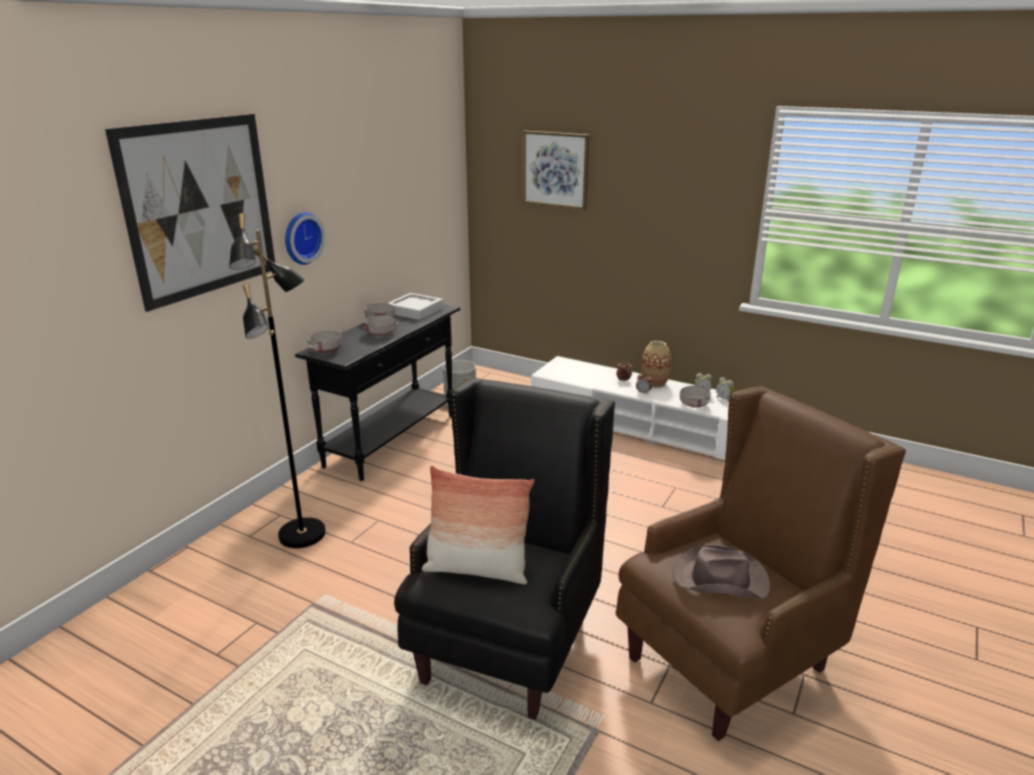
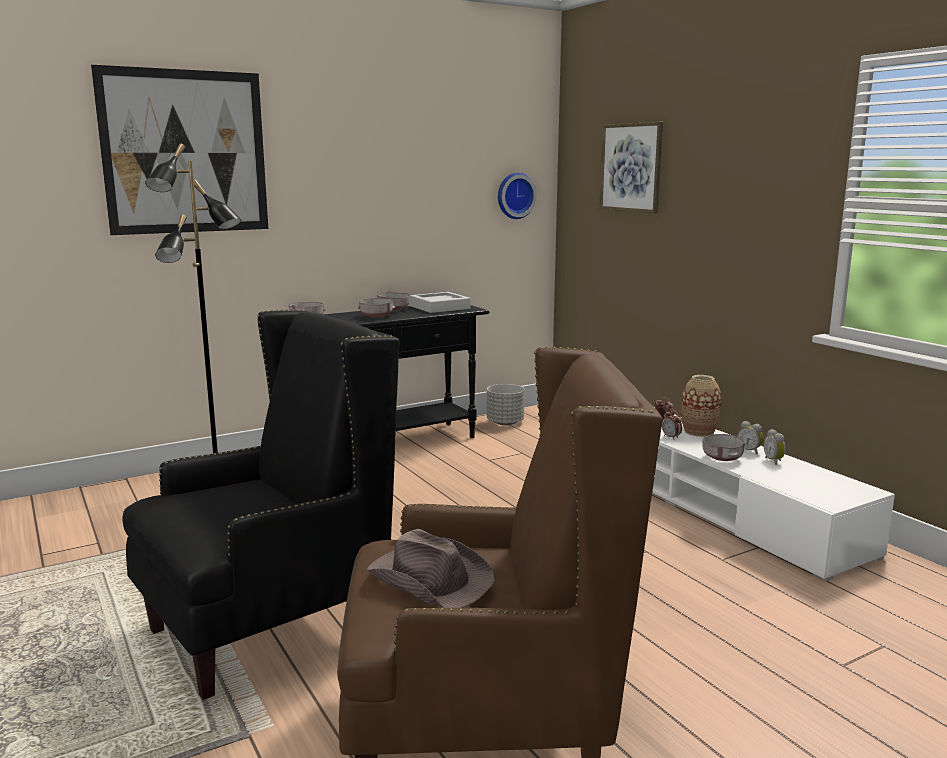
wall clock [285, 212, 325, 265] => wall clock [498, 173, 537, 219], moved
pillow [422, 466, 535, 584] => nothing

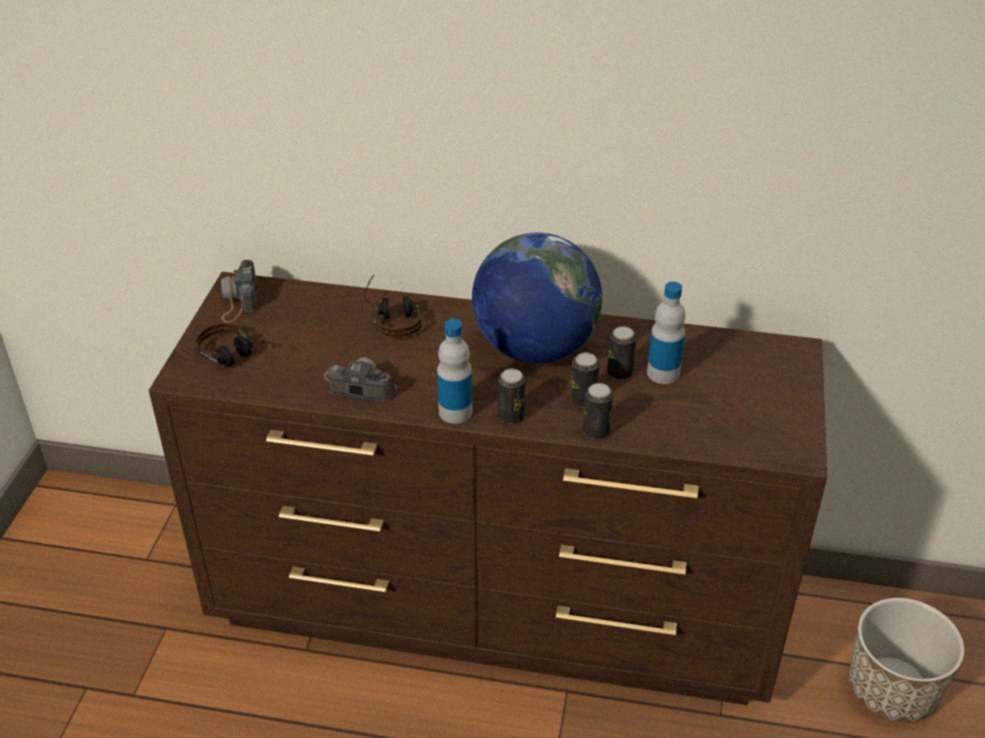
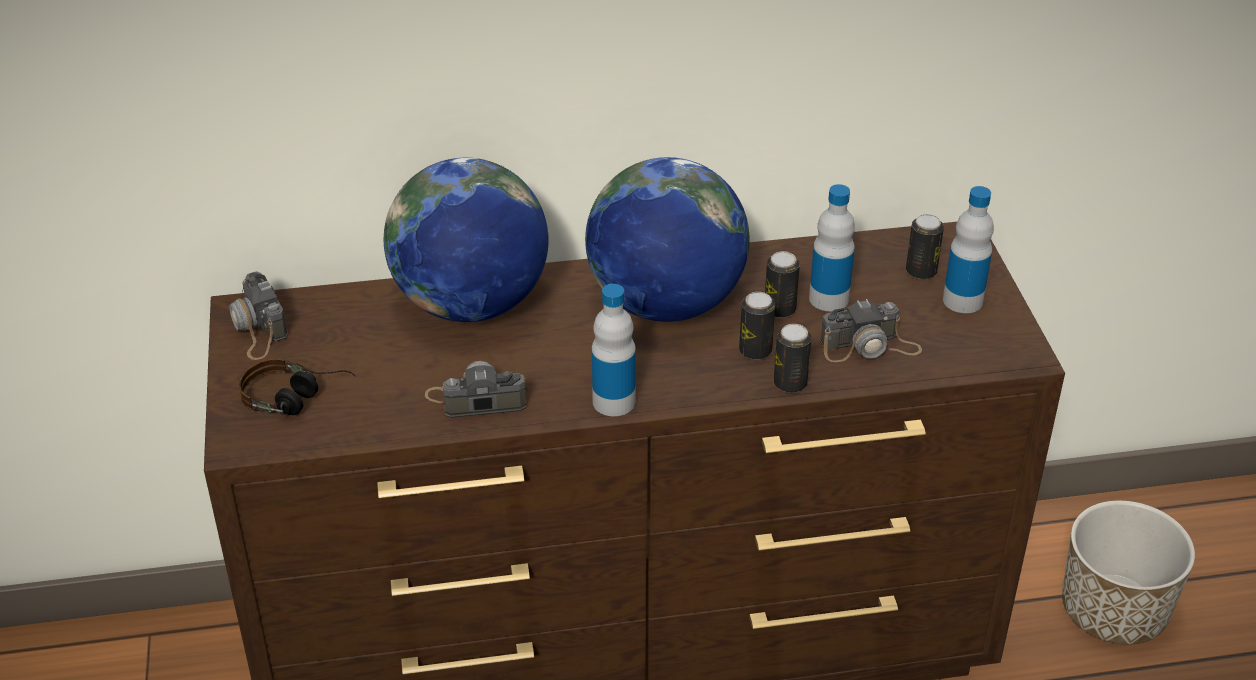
headphones [364, 275, 422, 338] => globe [384, 158, 548, 322]
nothing => photo camera [820, 299, 922, 362]
can [498, 369, 526, 424] => can [906, 214, 944, 279], moved
nothing => bottle [943, 186, 994, 313]

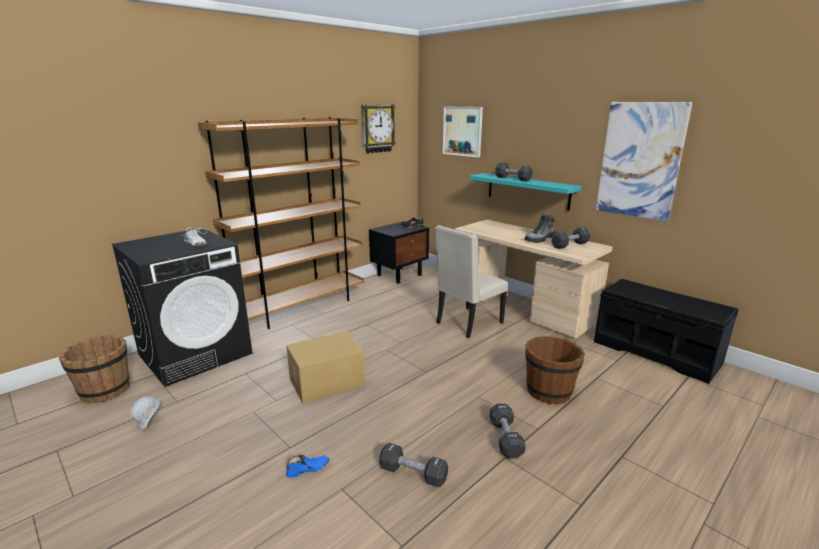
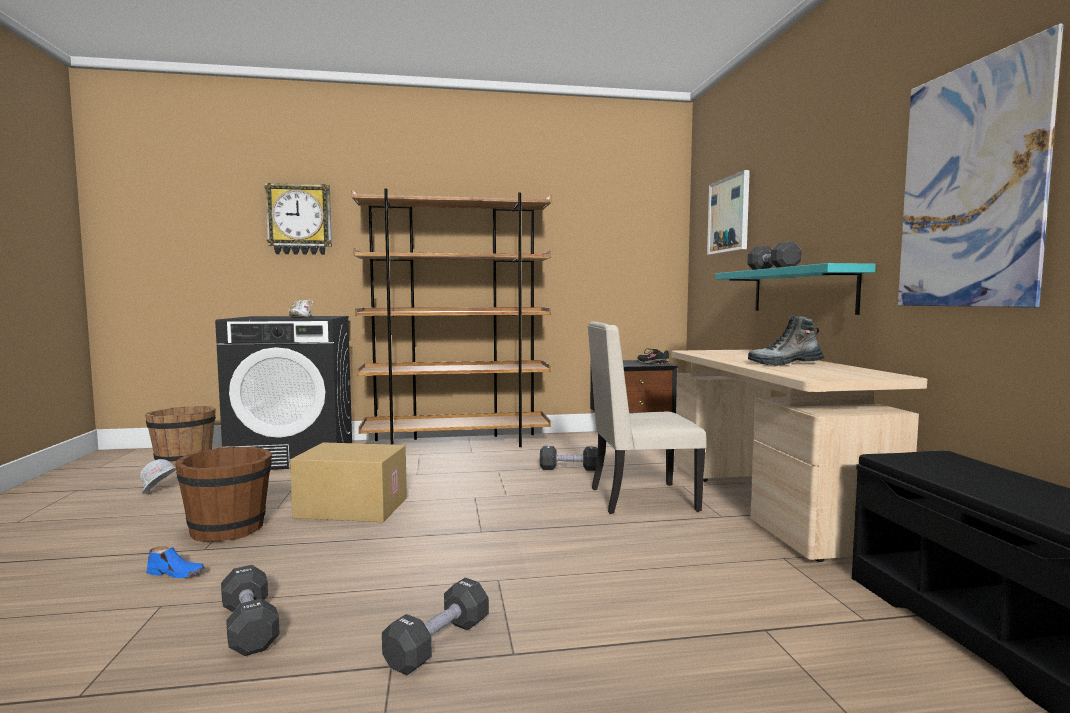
bucket (brown) [525, 336, 585, 404] => bucket (brown) [175, 446, 272, 542], moved
wall clock [361, 104, 396, 154] => wall clock [264, 183, 332, 255], moved
dumbbell (black) [551, 227, 590, 249] => dumbbell (black) [540, 446, 598, 471], moved

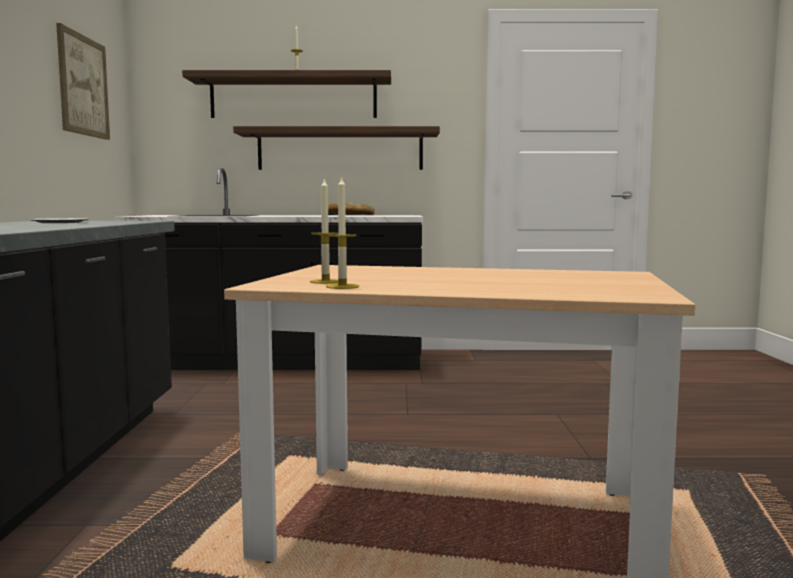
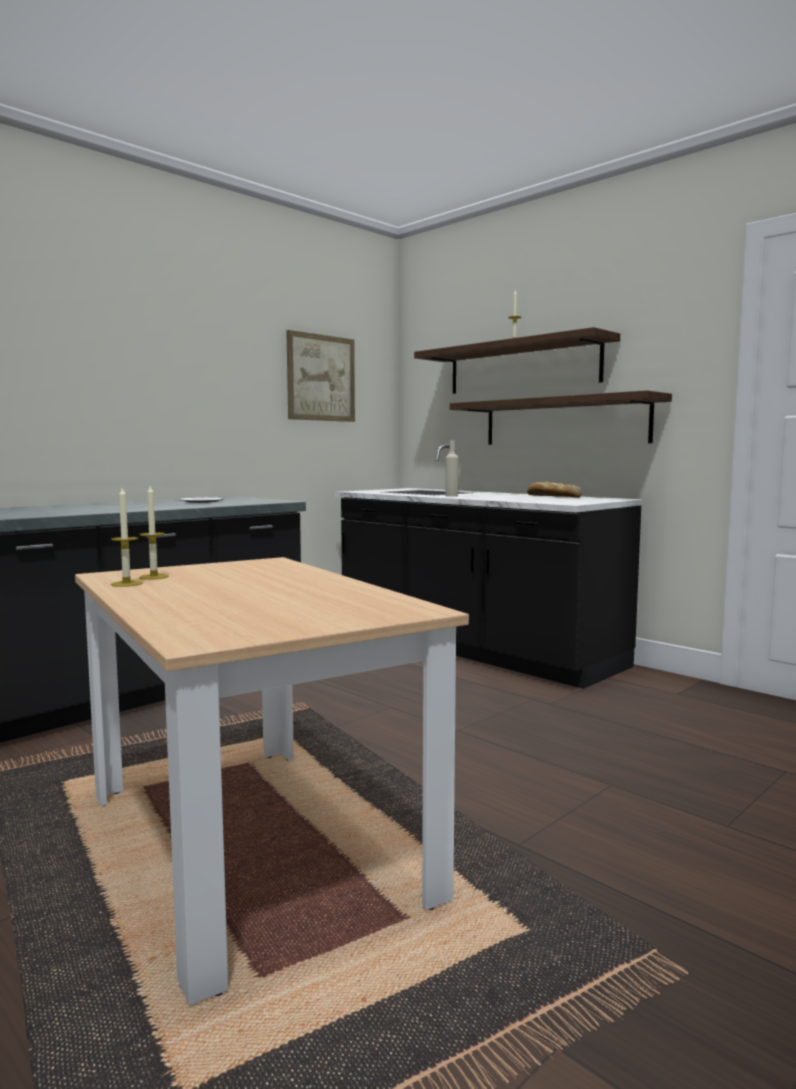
nothing => bottle (beige) [445, 440, 458, 497]

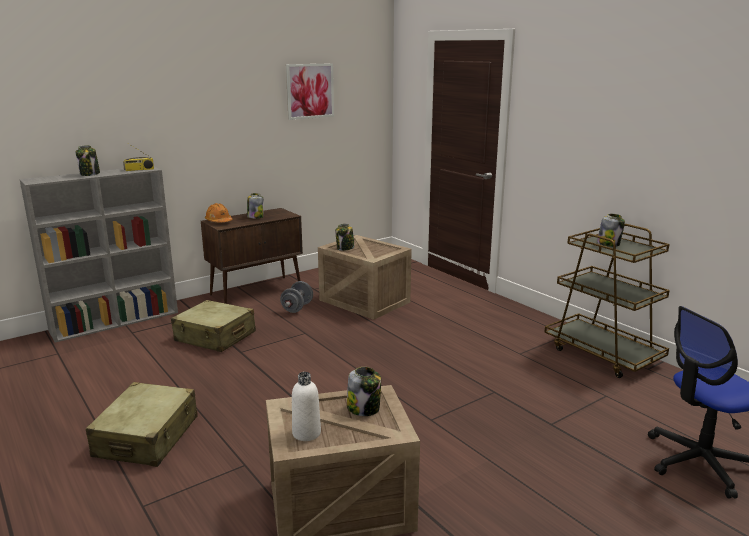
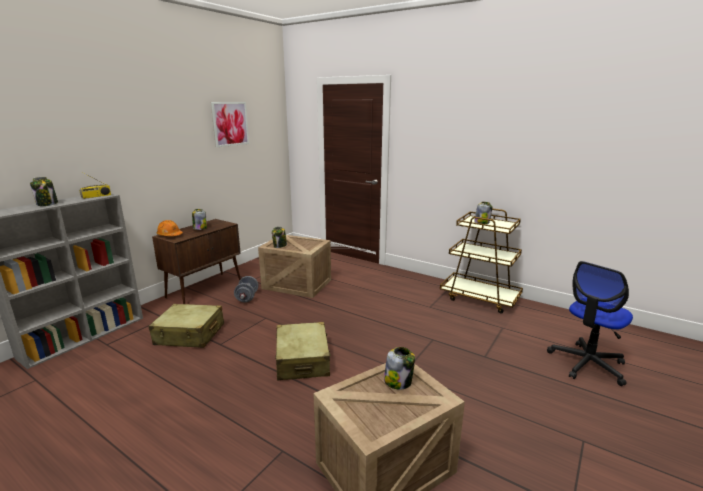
suitcase (beige) [86, 382, 198, 467] => suitcase (beige) [276, 322, 331, 380], moved
bottle (white) [292, 372, 321, 441] => nothing

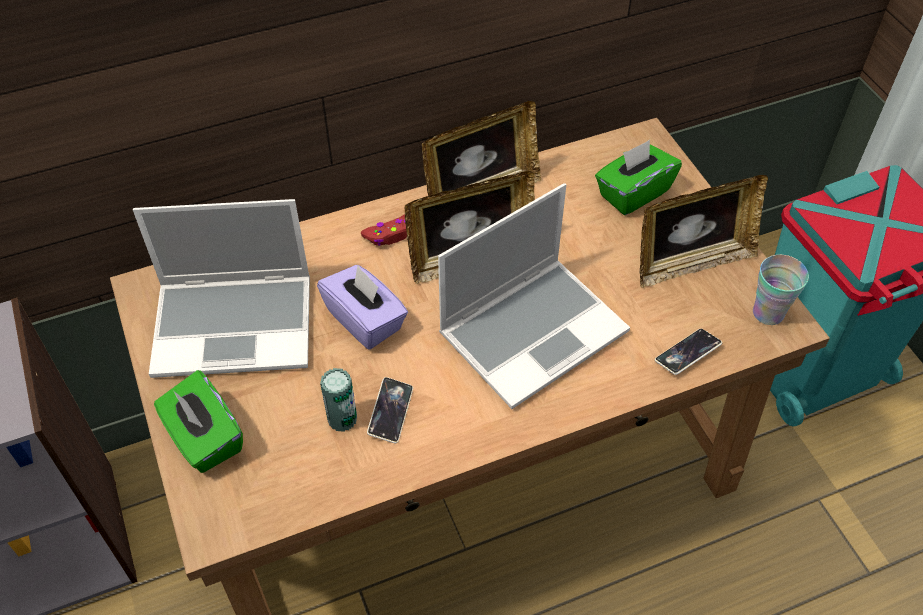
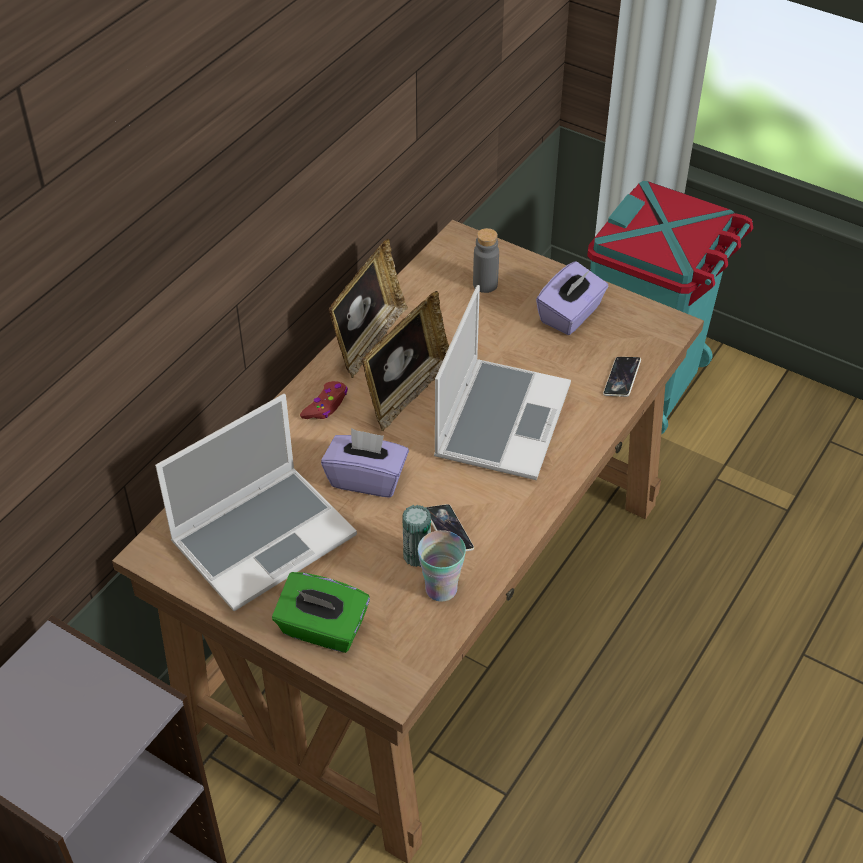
cup [753, 255, 809, 325] => cup [418, 530, 466, 602], moved
tissue box (green) [595, 140, 682, 215] => bottle (grey) [473, 228, 499, 293]
picture frame [639, 175, 768, 288] => tissue box (purple) [536, 261, 608, 335]

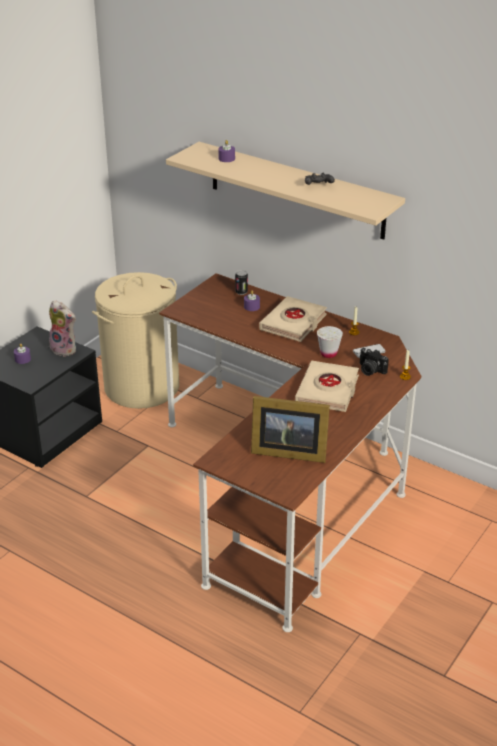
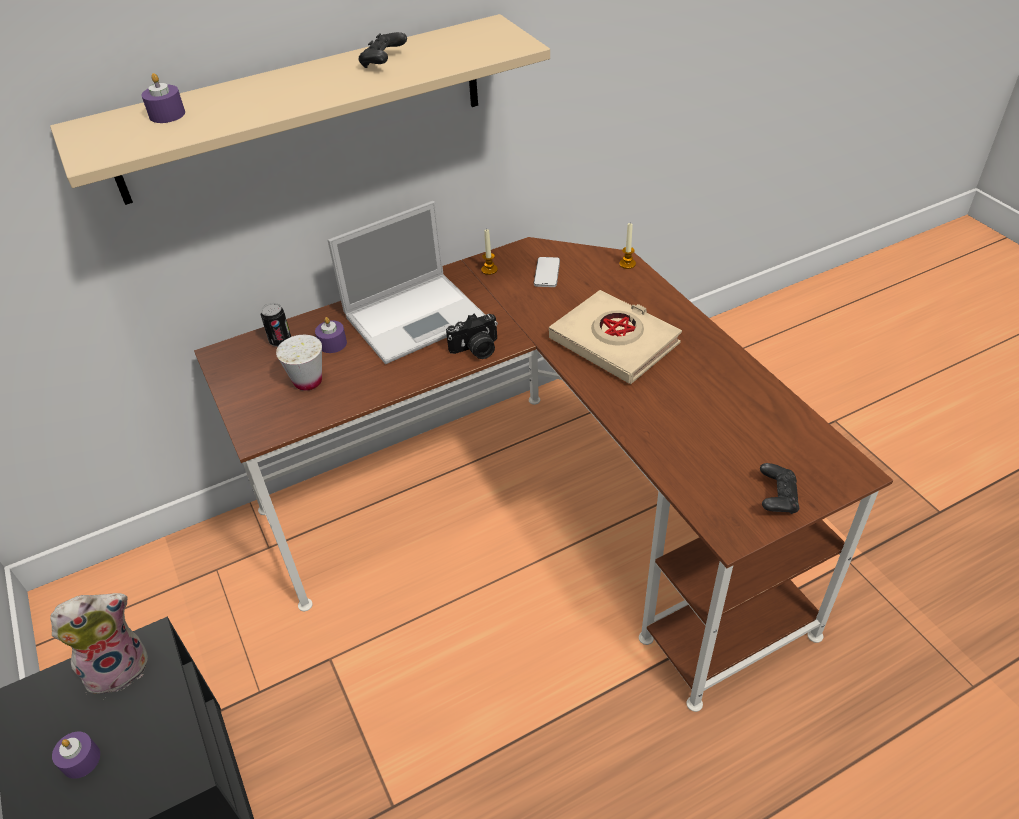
cup (white) [317, 326, 343, 358] => cup (white) [276, 335, 322, 391], moved
book (beige) [259, 296, 327, 342] => laptop [328, 201, 485, 364]
photo camera [359, 348, 389, 376] => photo camera [446, 313, 498, 359], moved
nothing => game controller (black) [760, 463, 799, 514]
laundry basket (beige) [92, 272, 179, 409] => nothing
picture frame [251, 396, 330, 463] => nothing

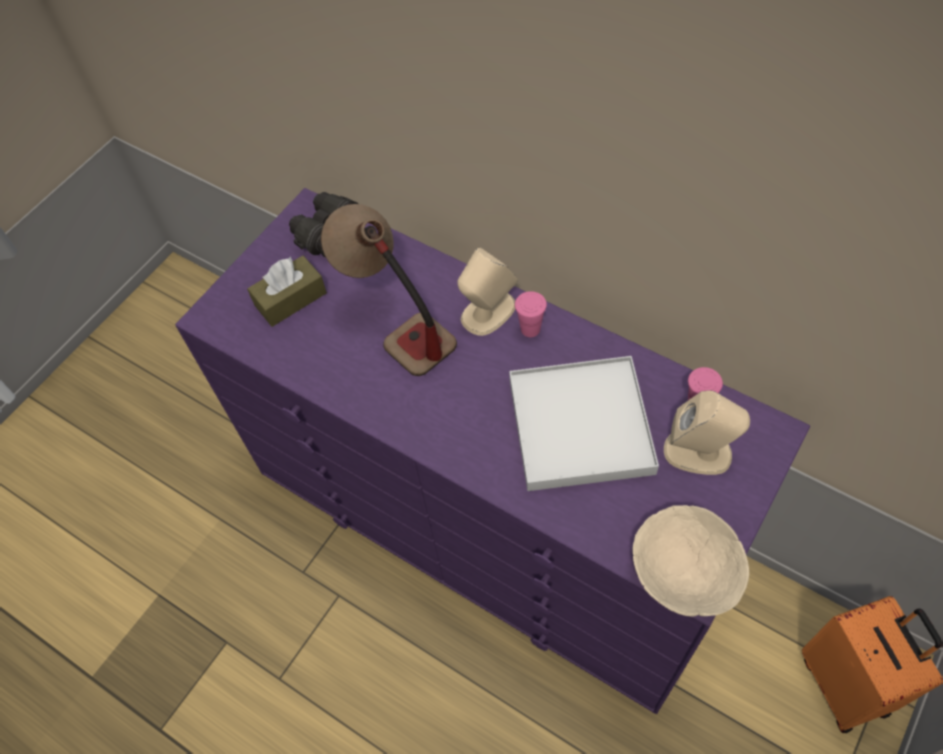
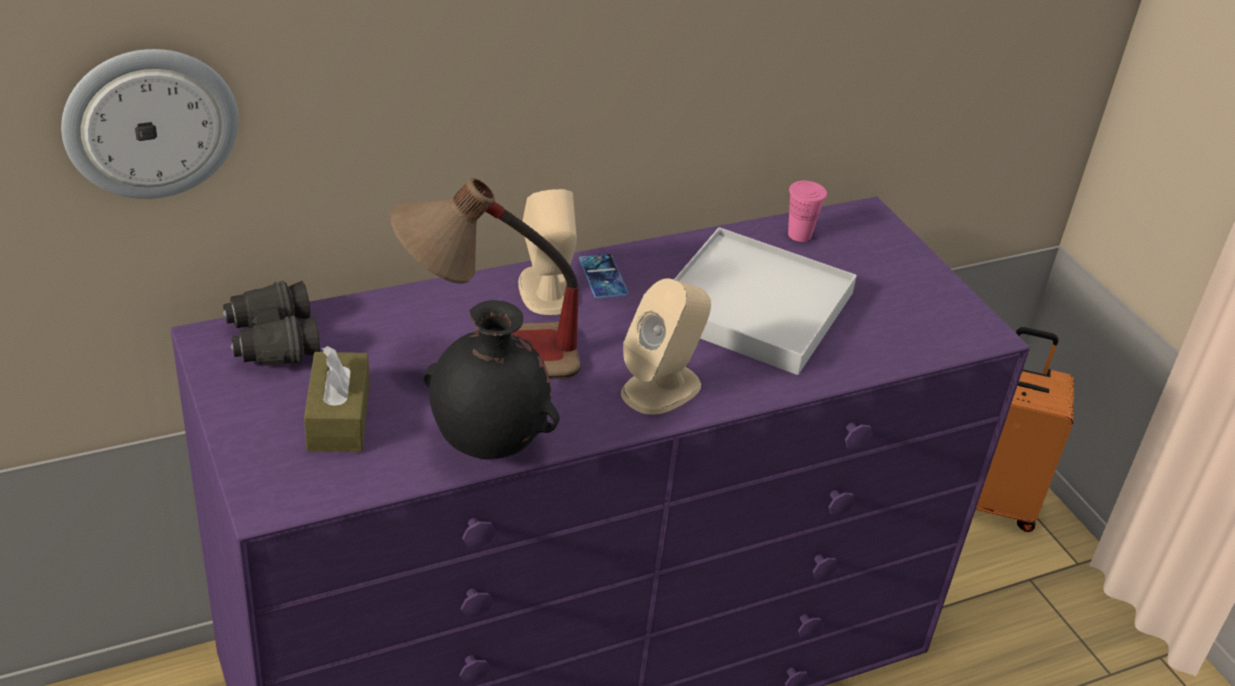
nothing => wall clock [61, 49, 239, 199]
nothing => vase (black) [423, 300, 560, 459]
cup (pink) [515, 291, 547, 337] => phone [579, 254, 628, 298]
speaker (beige) [664, 390, 750, 475] => speaker (beige) [621, 279, 711, 415], moved
bowl (beige) [632, 505, 749, 617] => nothing

